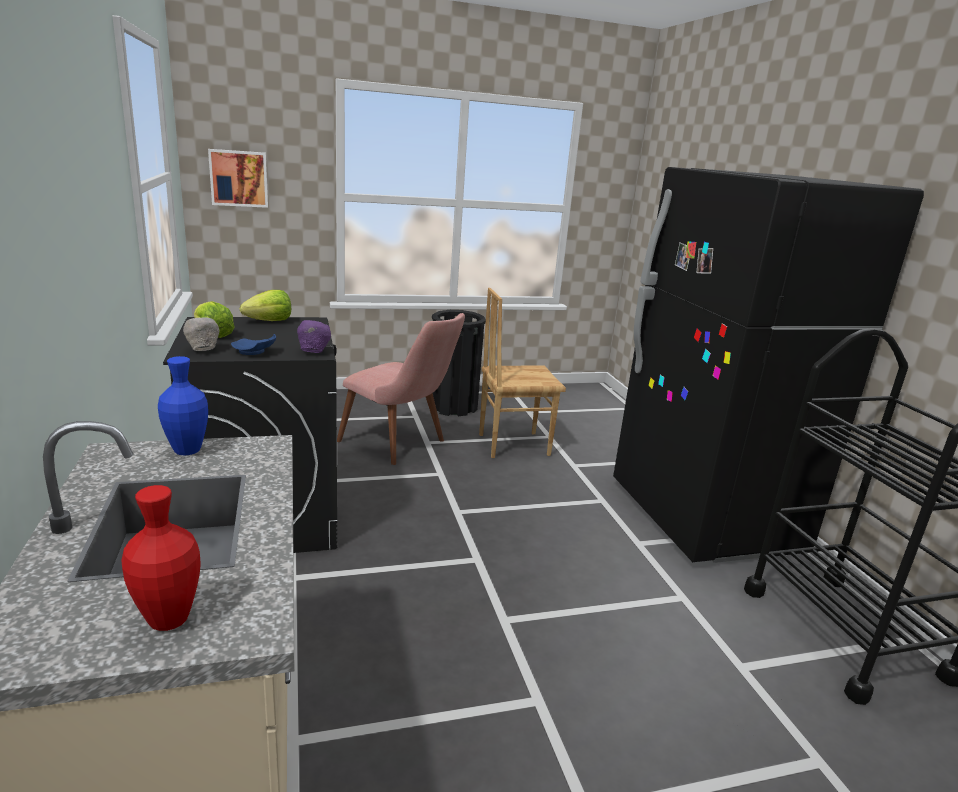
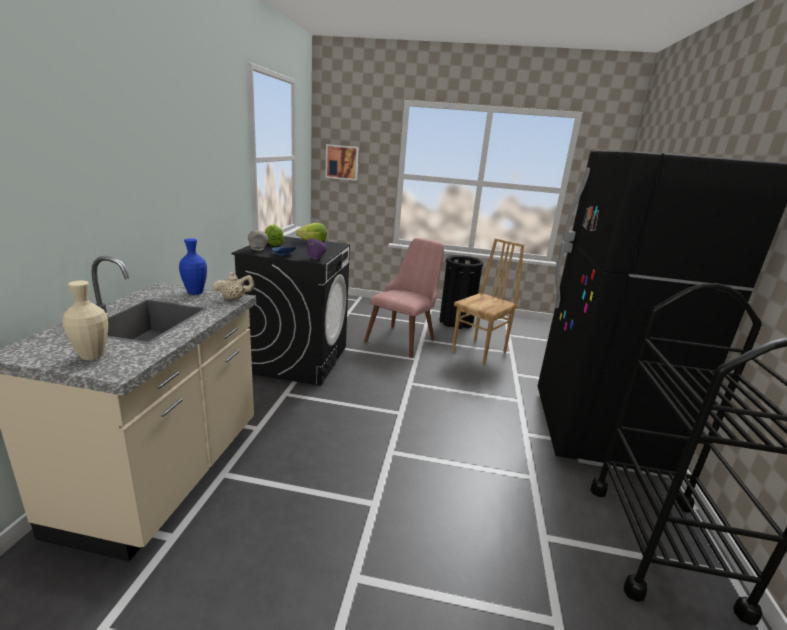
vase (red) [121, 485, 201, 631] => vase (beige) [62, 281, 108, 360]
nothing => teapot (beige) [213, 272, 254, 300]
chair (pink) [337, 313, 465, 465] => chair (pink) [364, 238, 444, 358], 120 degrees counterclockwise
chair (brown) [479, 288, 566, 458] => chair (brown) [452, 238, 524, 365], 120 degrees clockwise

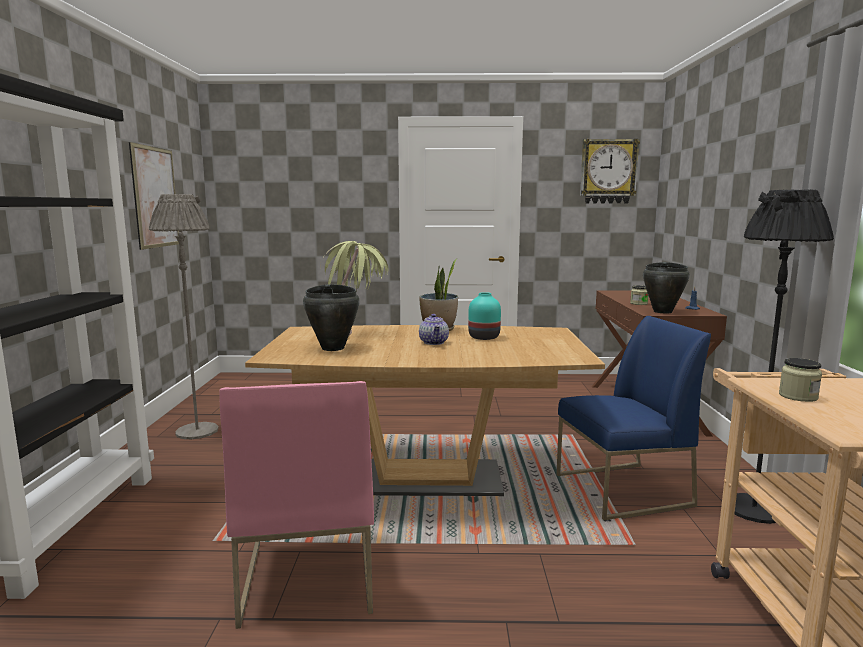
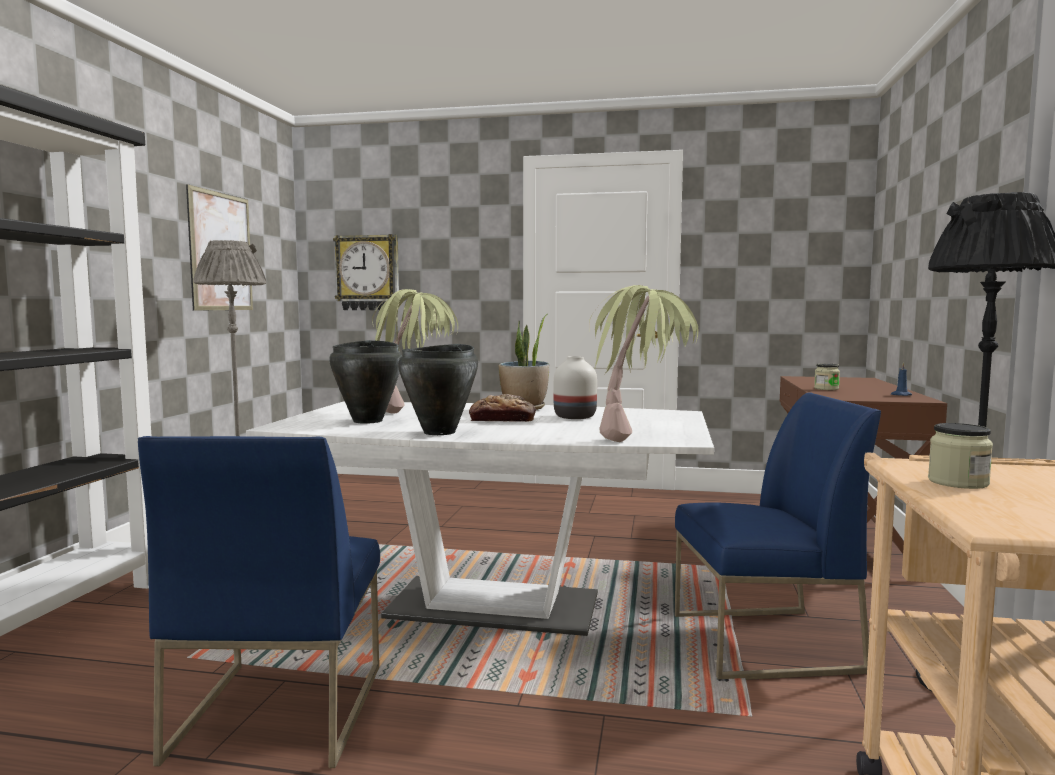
chair (pink) [219, 381, 374, 629] => chair (blue) [138, 436, 380, 768]
dining table (brown) [245, 325, 605, 496] => dining table (white) [246, 402, 714, 636]
wall clock [580, 139, 640, 203] => wall clock [333, 234, 399, 310], moved
cooking pot (black) [643, 262, 690, 313] => cooking pot (black) [398, 344, 478, 435], moved
teapot [419, 314, 449, 345] => bread [469, 394, 536, 422]
vase (turquoise) [468, 292, 501, 340] => vase (white) [554, 356, 597, 419]
nothing => potted plant [589, 285, 699, 442]

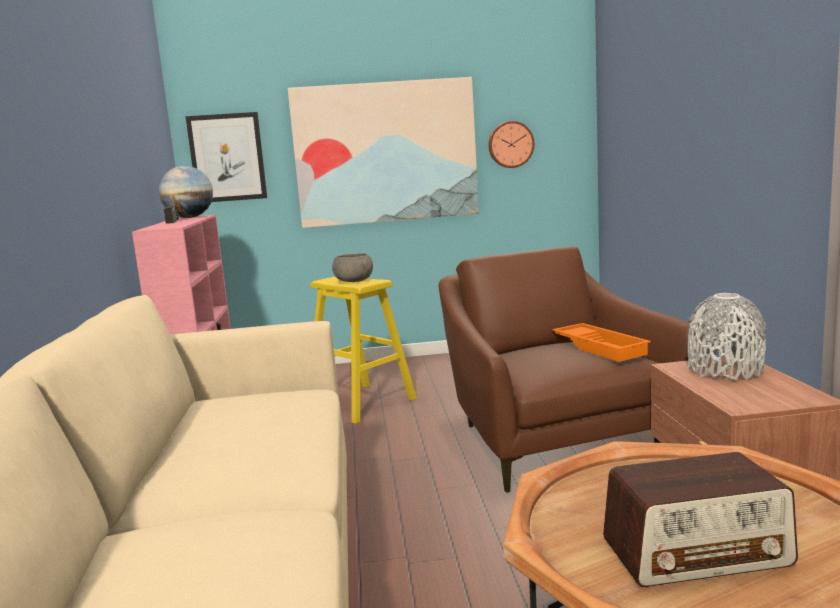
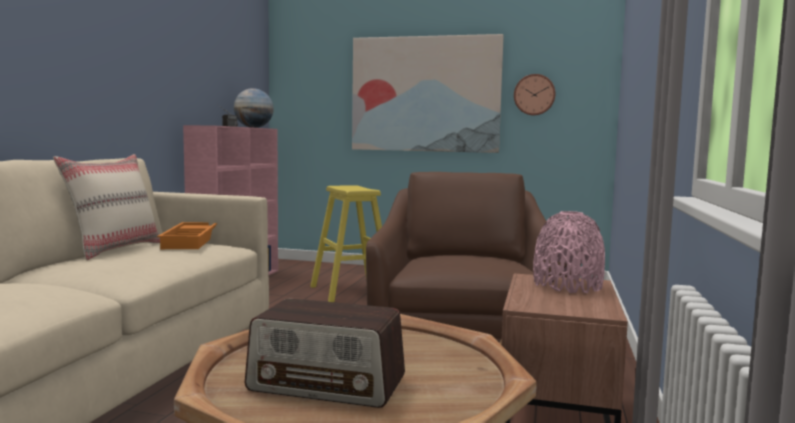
nothing => pillow (beige) [53, 154, 160, 260]
tray (orange) [552, 323, 651, 362] => tray (orange) [157, 222, 217, 249], moved
vase (grey) [688, 293, 766, 380] => vase (pink) [533, 211, 605, 293]
picture [186, 112, 267, 202] => nothing
bowl (grey) [332, 253, 373, 282] => nothing

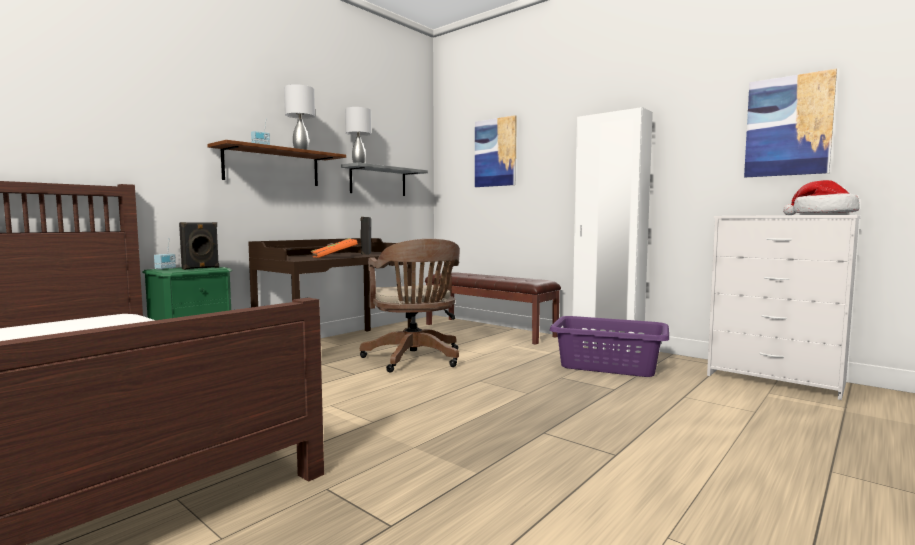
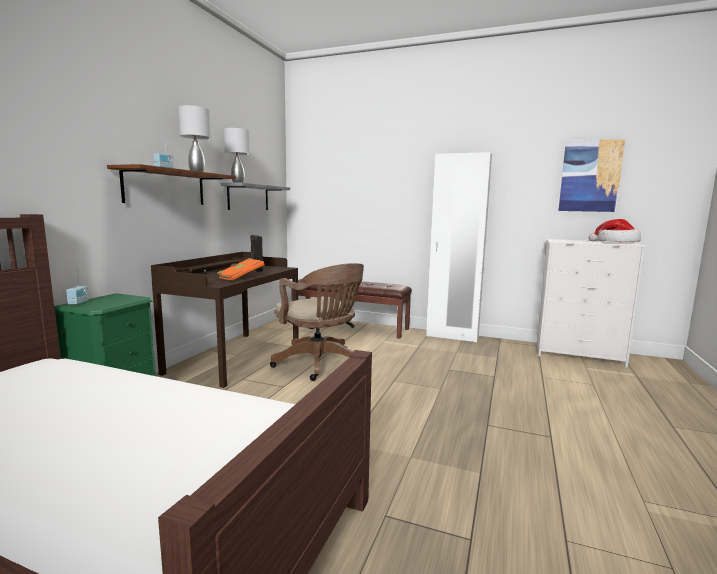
speaker (black) [179, 222, 219, 270] => nothing
picture [475, 115, 517, 187] => nothing
laundry basket (purple) [550, 316, 669, 377] => nothing

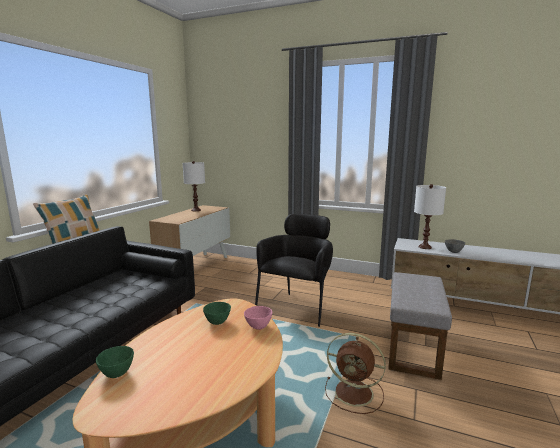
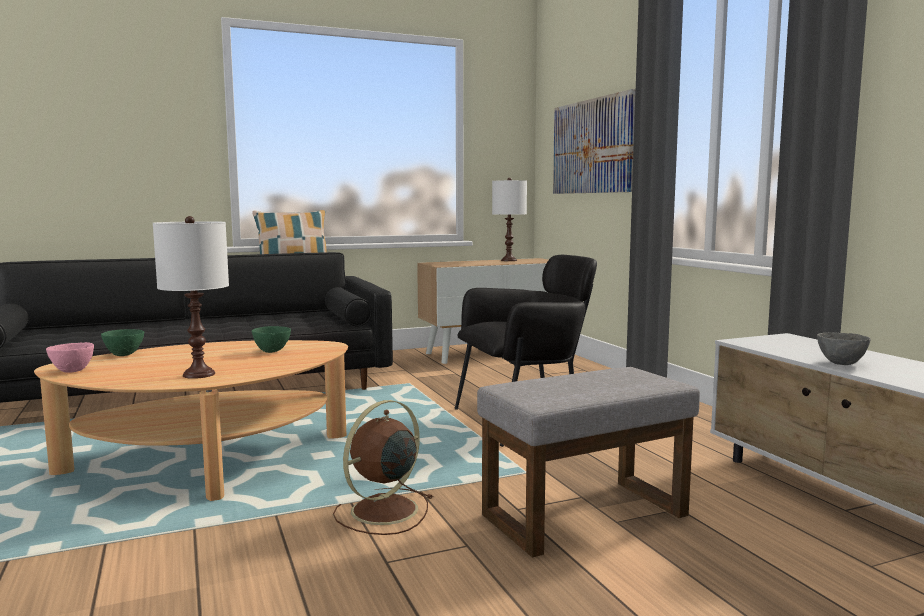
bowl (pink) [244, 306, 272, 330] => bowl (pink) [46, 342, 94, 373], moved
table lamp (white) [414, 184, 446, 249] => table lamp (white) [153, 216, 229, 379], moved
fan (brown) [325, 333, 386, 414] => fan (brown) [333, 400, 433, 535], 60 degrees clockwise
nothing => picture [553, 89, 636, 194]

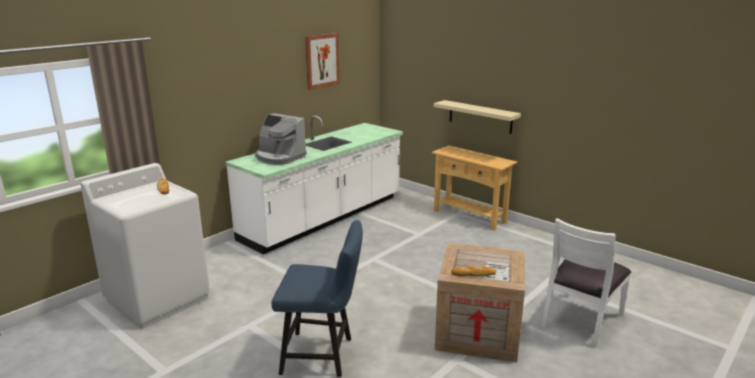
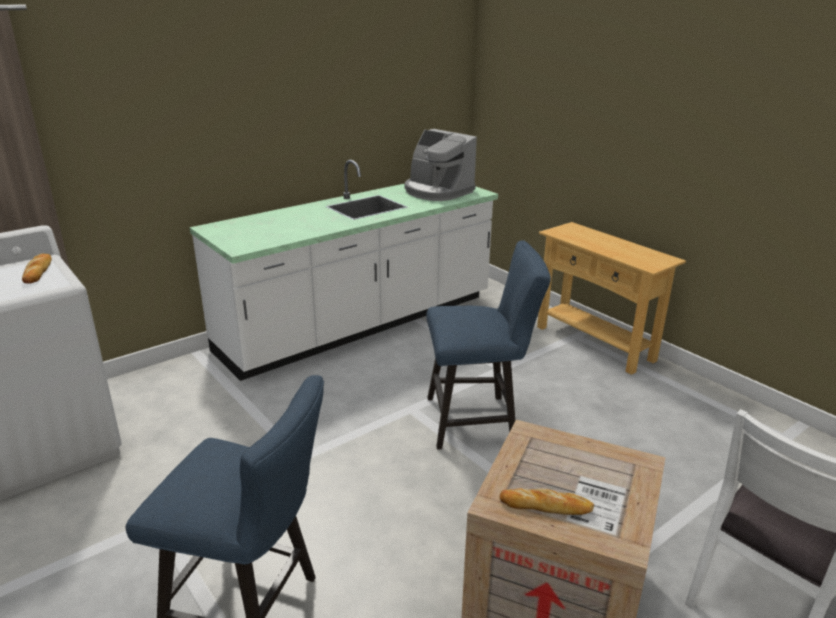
coffee machine [255, 113, 307, 165] => coffee machine [405, 129, 477, 201], moved
nothing => chair (blue) [426, 240, 551, 450]
picture [305, 33, 340, 90] => nothing
shelf (beige) [433, 100, 521, 134] => nothing

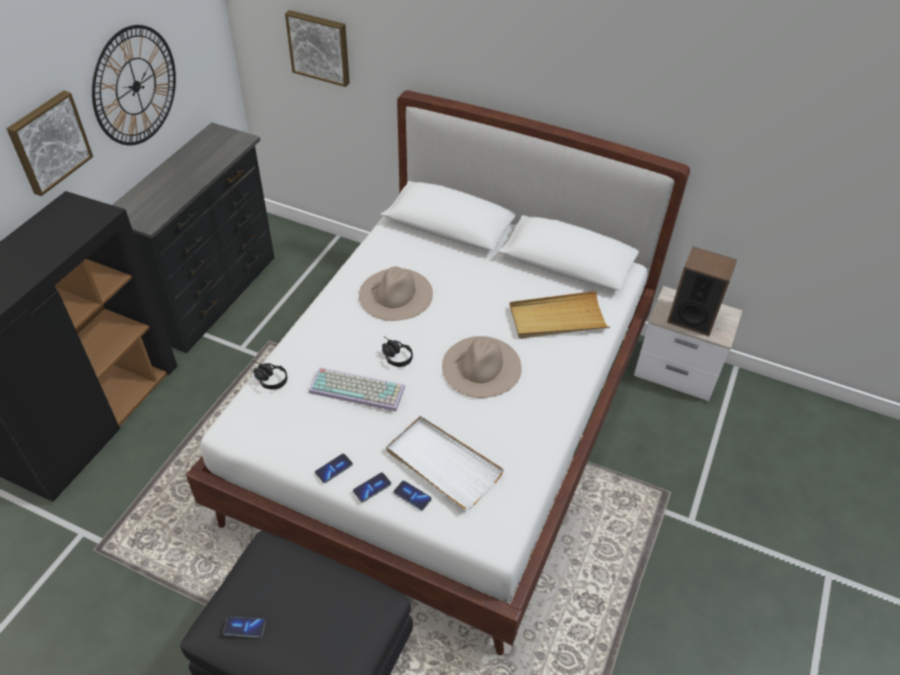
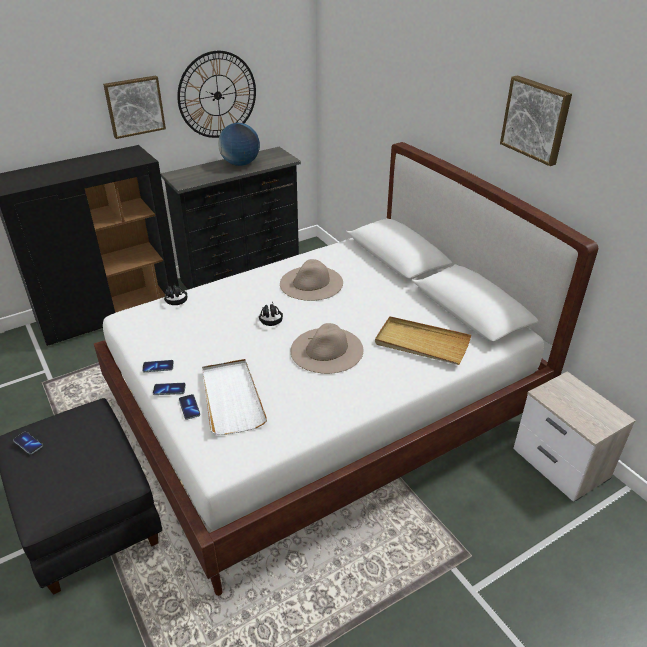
nothing => globe [218, 123, 260, 166]
picture [285, 10, 350, 87] => picture [500, 75, 572, 166], moved
keyboard [309, 367, 405, 411] => nothing
speaker [667, 246, 737, 336] => nothing

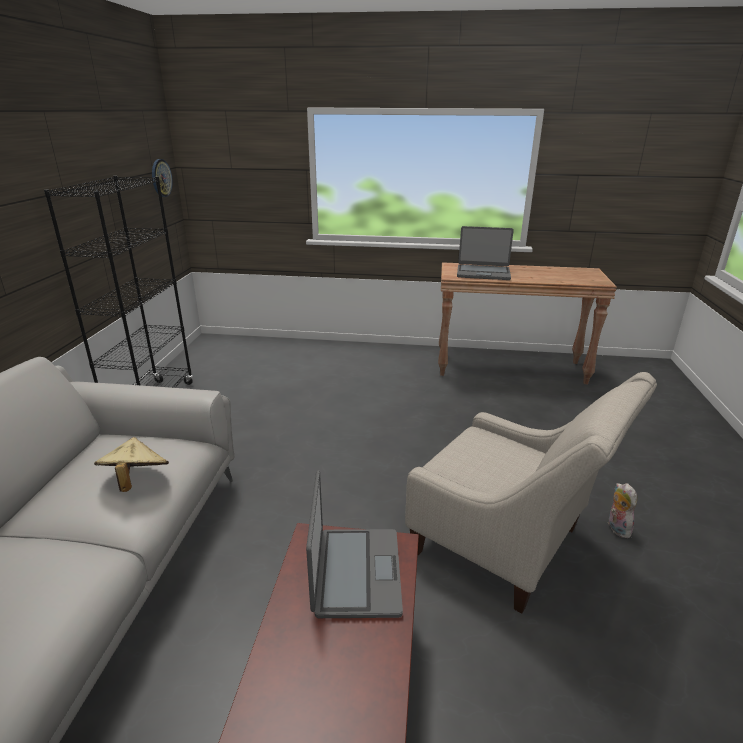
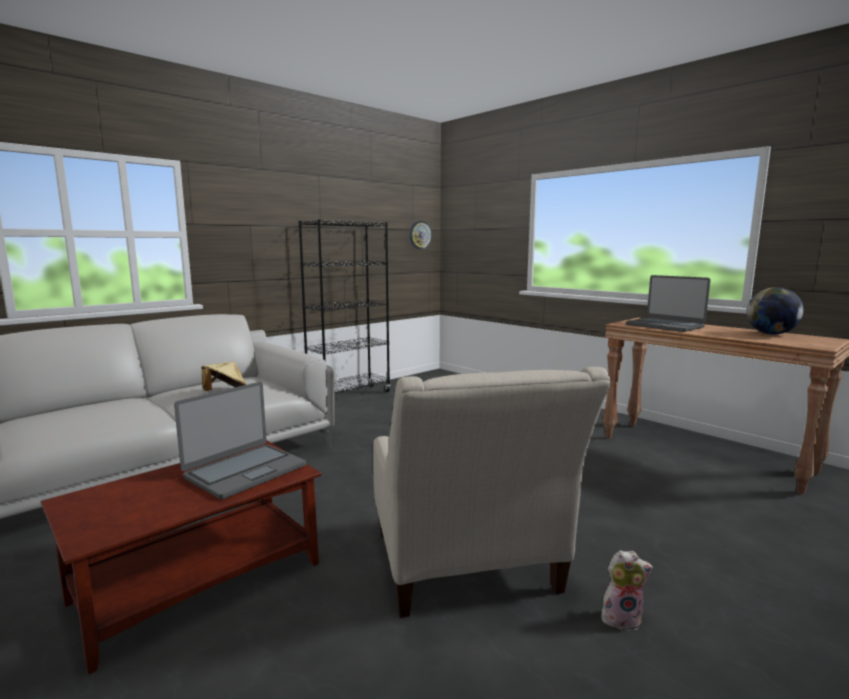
plush toy [608, 483, 637, 538] => plush toy [601, 550, 653, 631], 60 degrees clockwise
nothing => globe [747, 287, 804, 335]

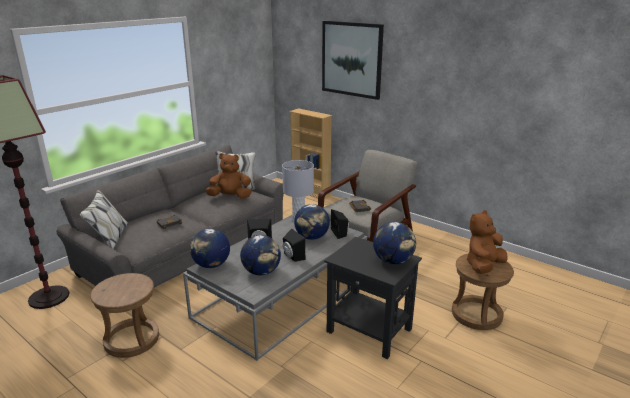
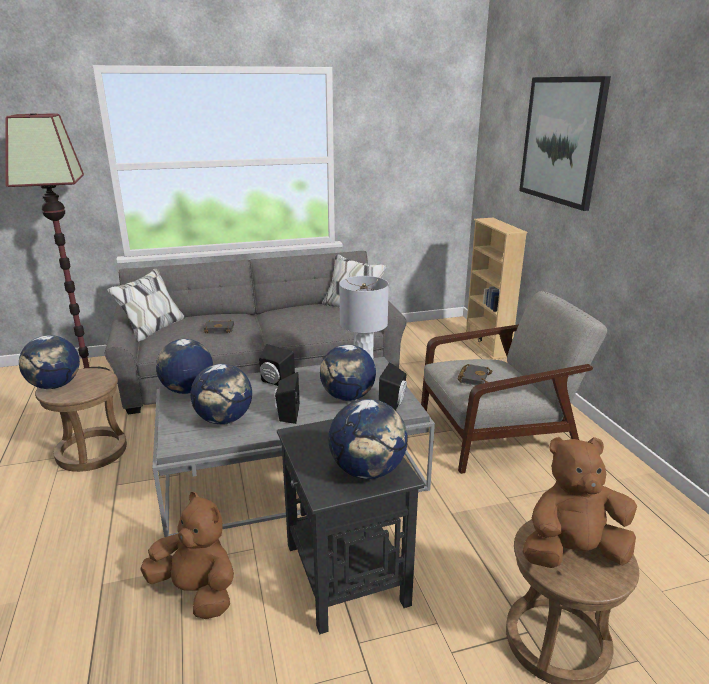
nothing => globe [19, 335, 80, 389]
plush toy (brown) [205, 153, 251, 199] => plush toy (brown) [140, 492, 234, 619], moved

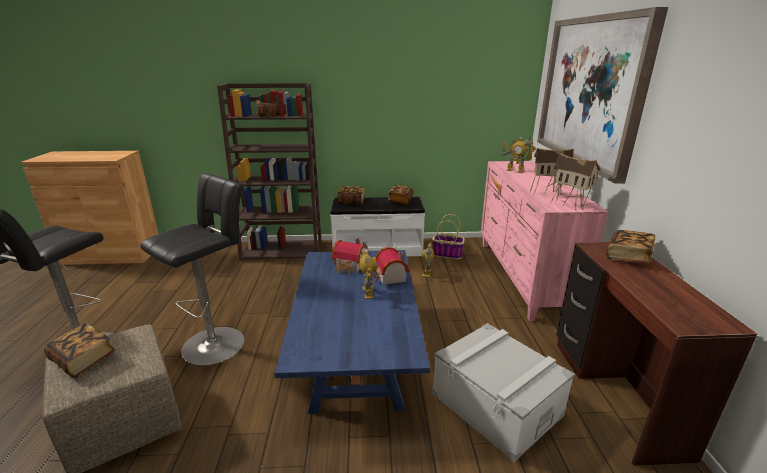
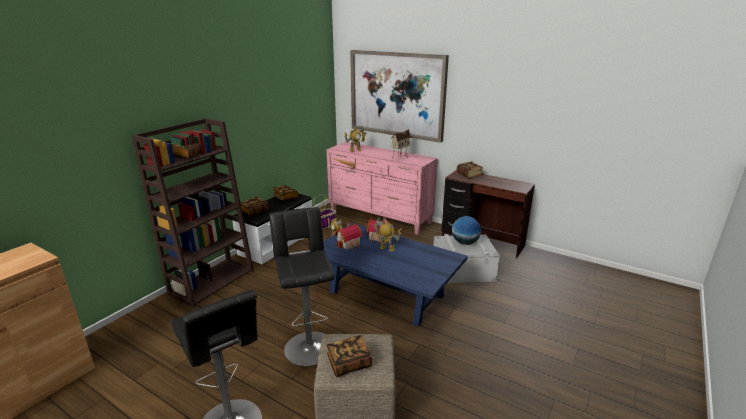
nothing => globe [452, 216, 481, 245]
toy house [551, 153, 601, 210] => nothing

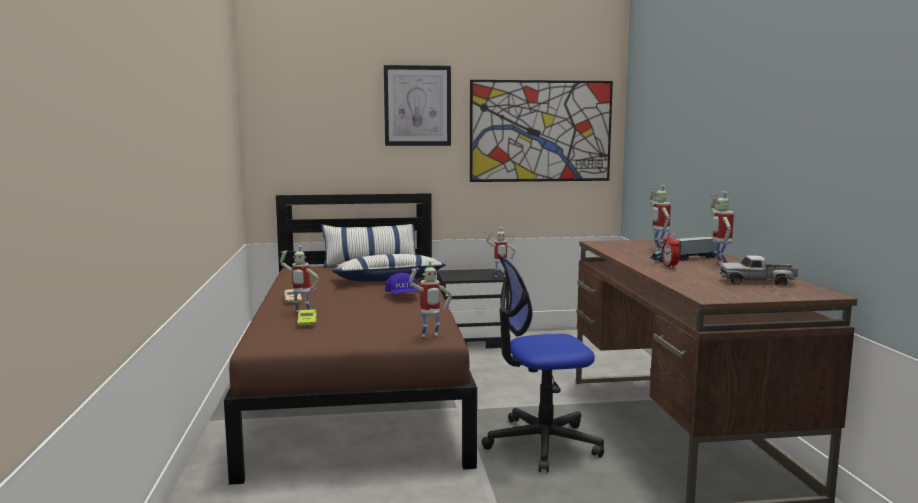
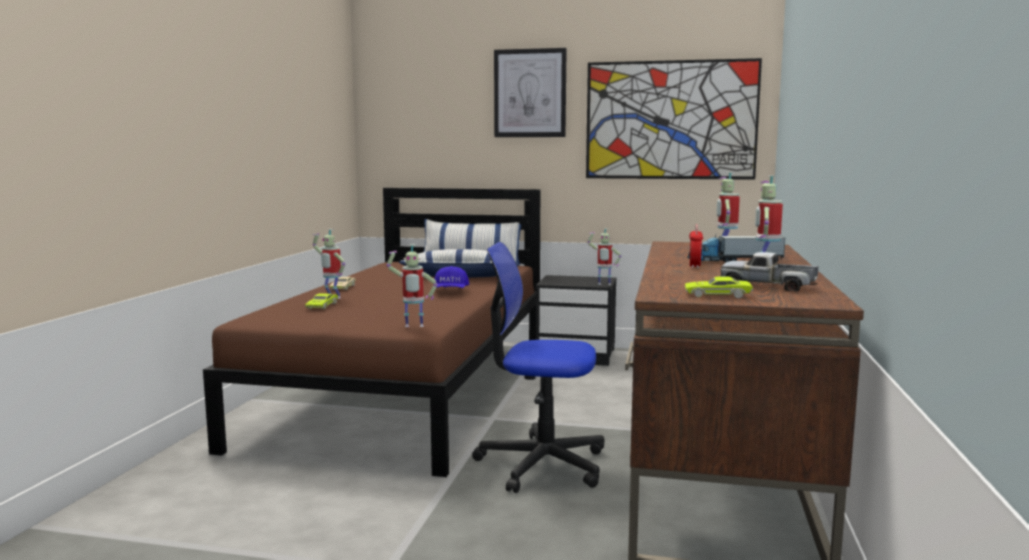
nothing => toy car (green) [685, 277, 753, 298]

